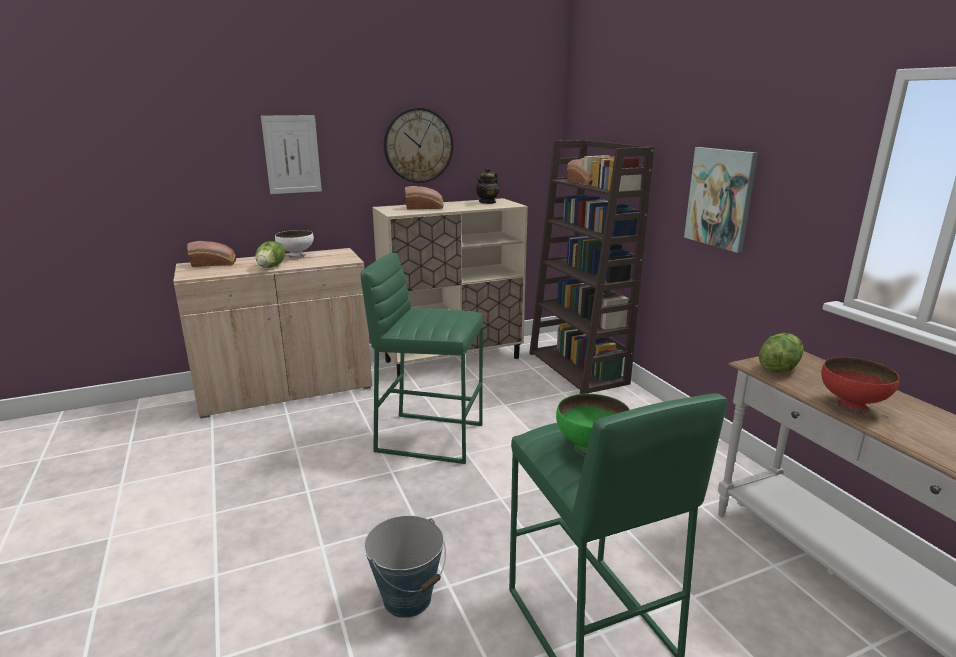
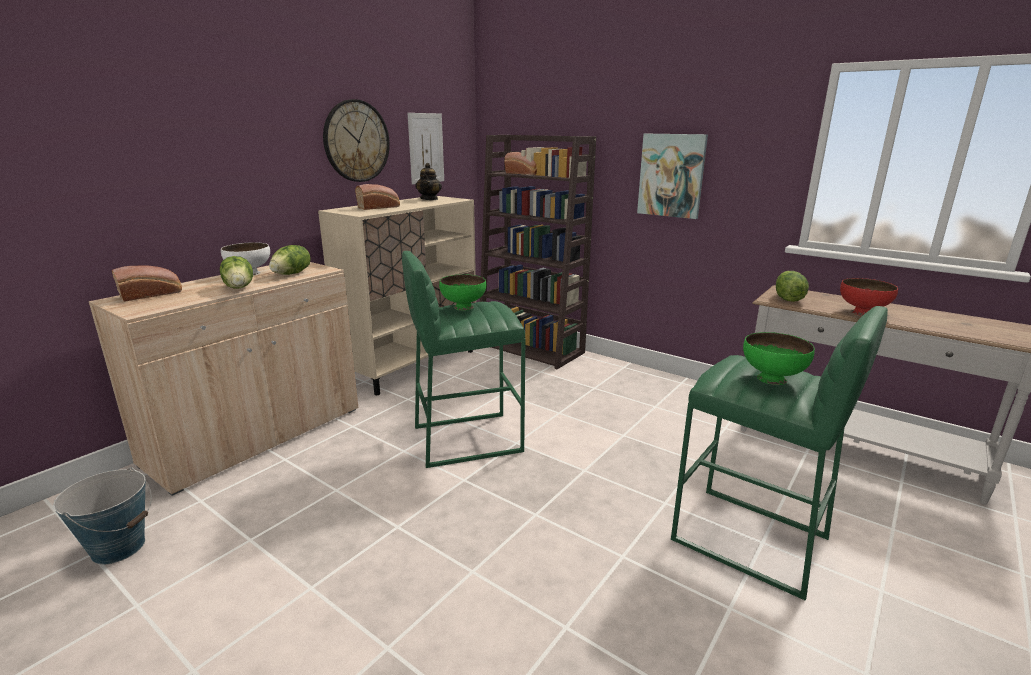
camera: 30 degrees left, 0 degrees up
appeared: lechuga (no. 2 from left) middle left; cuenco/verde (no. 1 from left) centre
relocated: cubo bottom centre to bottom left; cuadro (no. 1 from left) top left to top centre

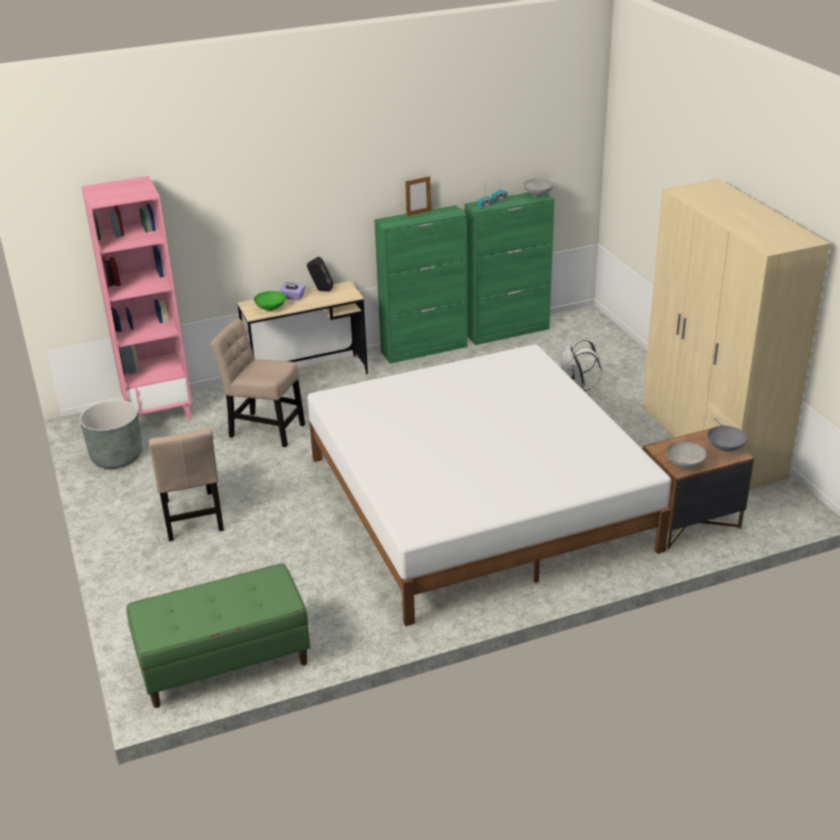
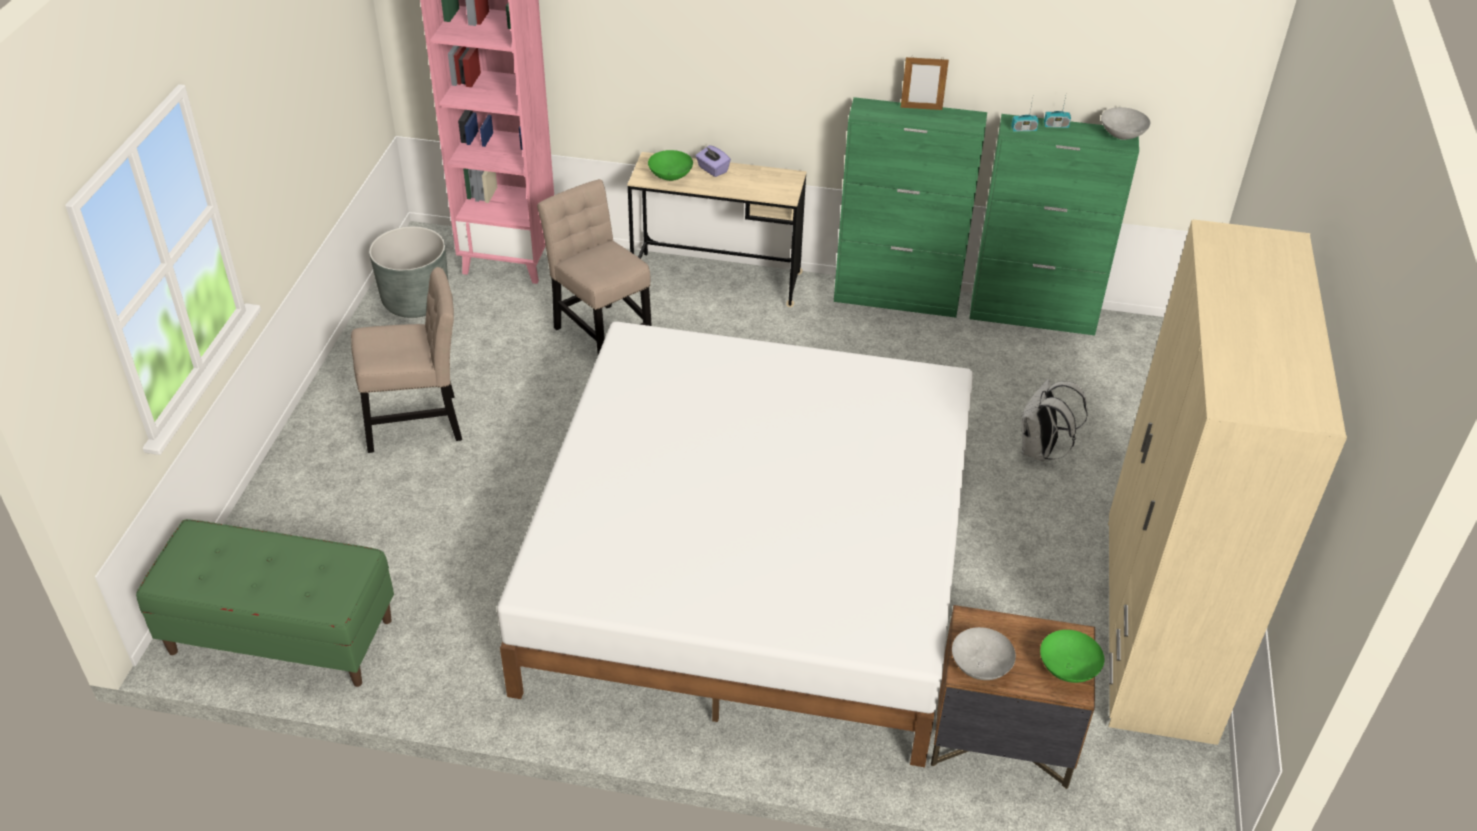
camera: 30 degrees right, 10 degrees up
missing: altavoz/negro top centre
colour: cuenco/gris (no. 3 from left) middle right to cuenco/verde (no. 2 from left) bottom right
spun: silla/beis (no. 1 from left) middle left = middle left 120 degrees counterclockwise

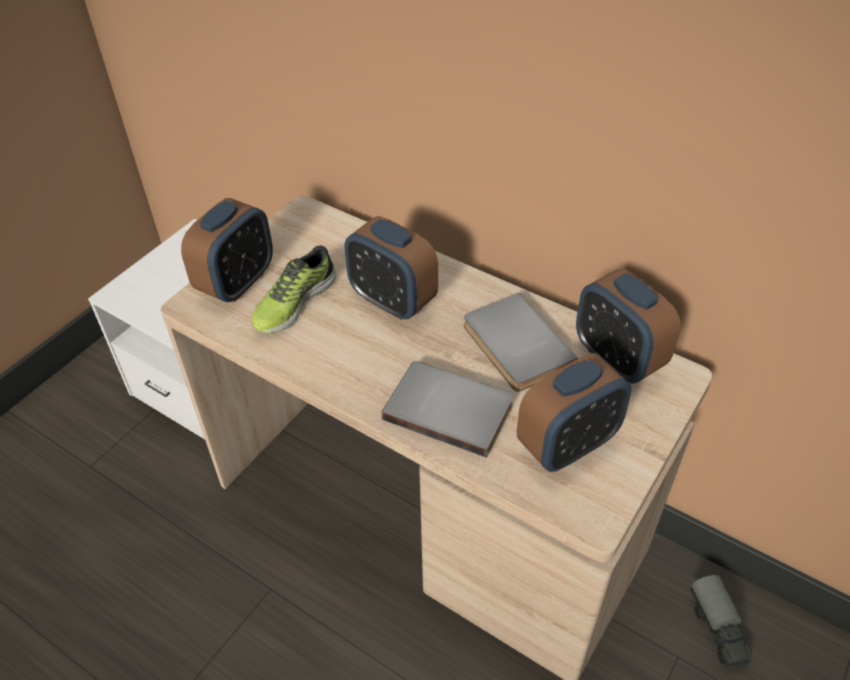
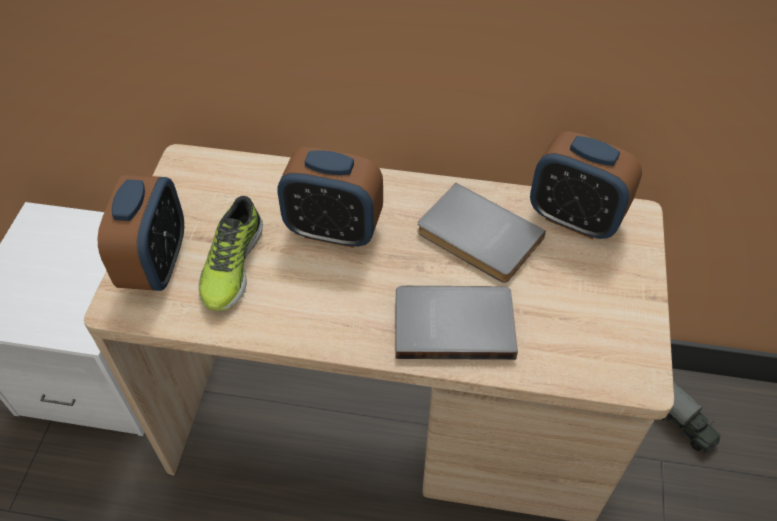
camera: 25 degrees left, 5 degrees up
missing: despertador (no. 3 from left) middle right

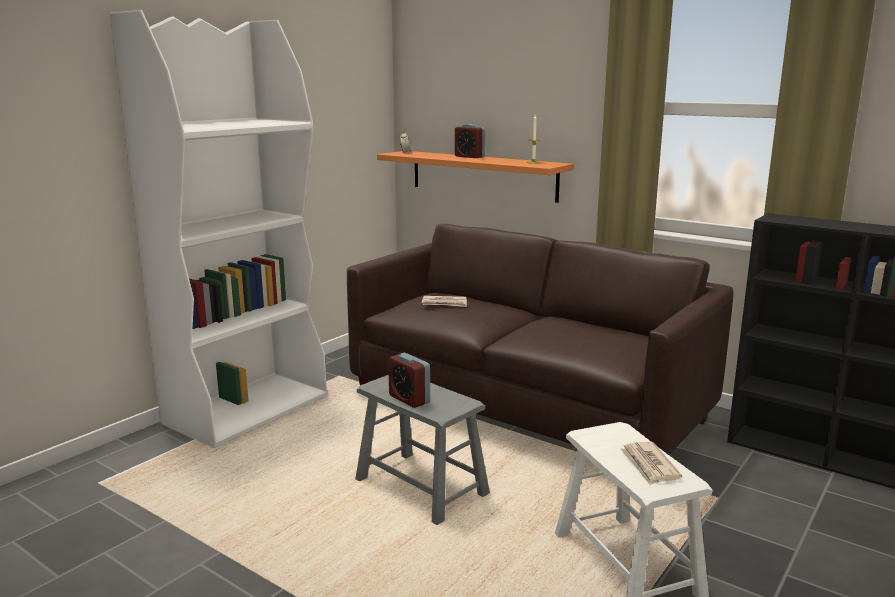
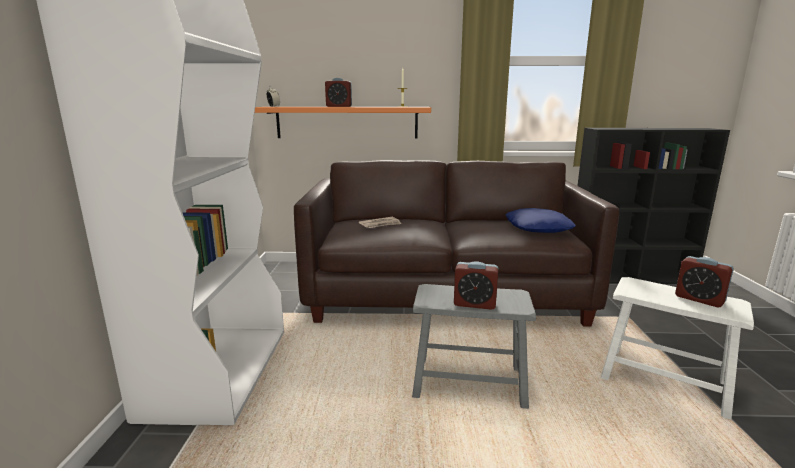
camera: 35 degrees left, 0 degrees up
appeared: cojín/azul middle right
exchanged: periódico (no. 2 from left) bottom right to despertador (no. 4 from left) middle right

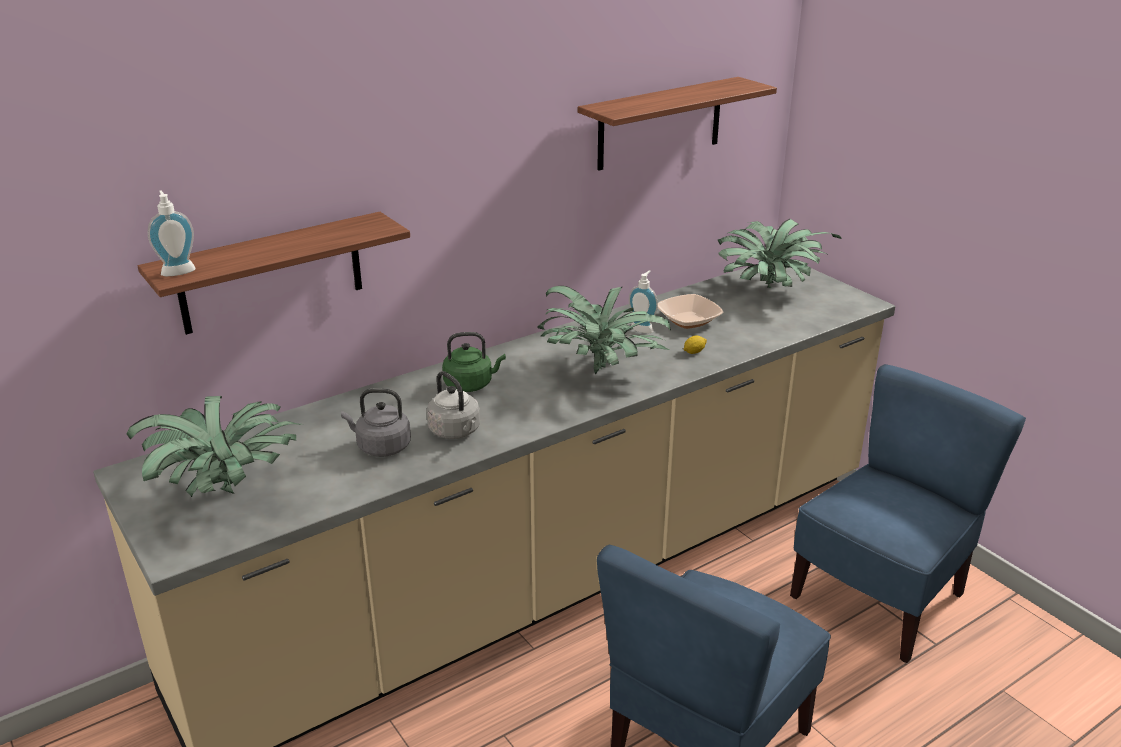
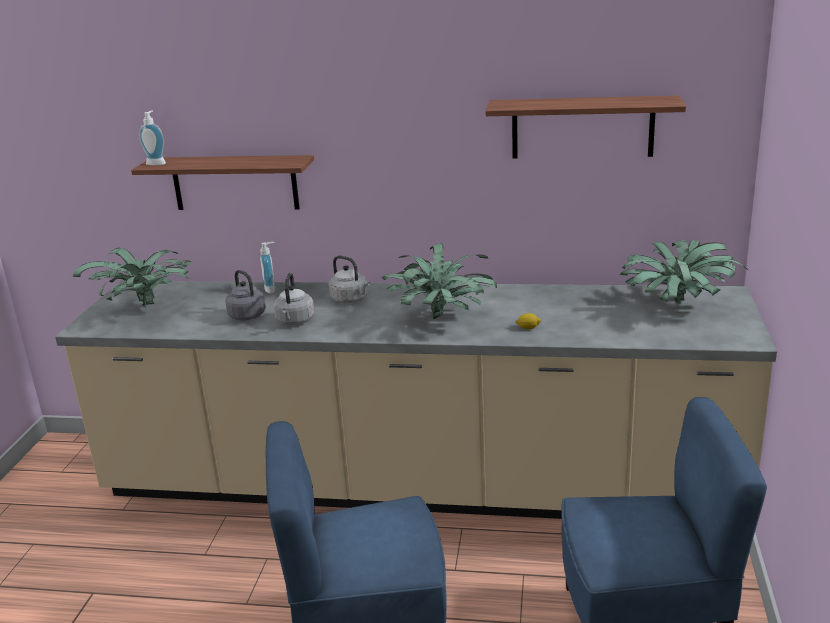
camera: 45 degrees right, 5 degrees down
missing: cuenco centre
relocated: dispensador de jabón (no. 2 from left) centre to middle left
colour: hervidor/verde centre to hervidor/gris (no. 3 from left) centre

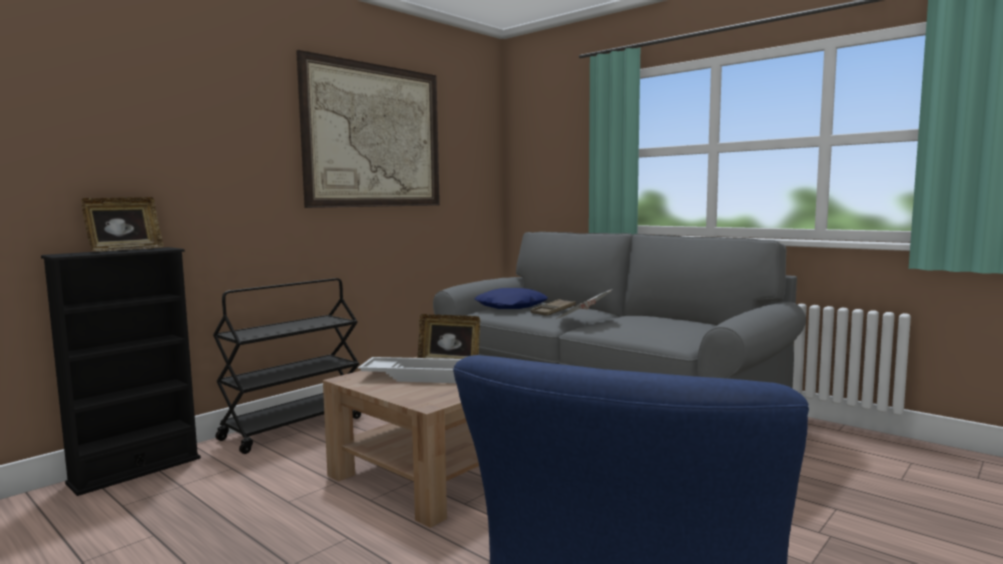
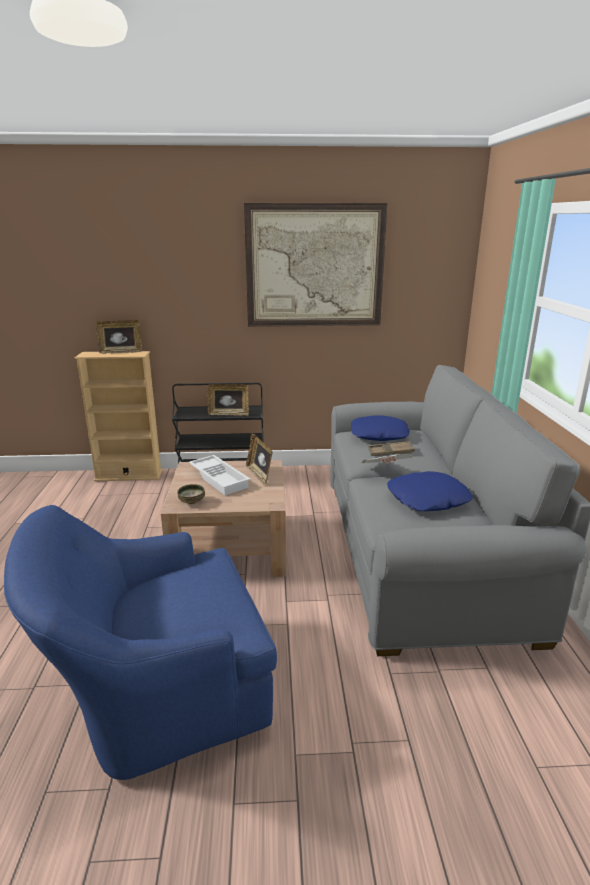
camera: 45 degrees right, 15 degrees up
appeared: cuenco middle left; portarretratos (no. 2 from left) centre; cojín/azul (no. 2 from left) middle right
colour: estantería/negro middle left to estantería/beis middle left

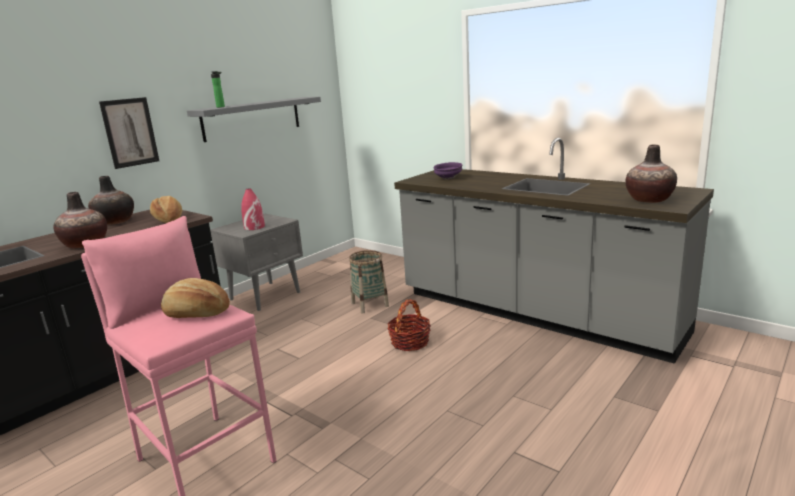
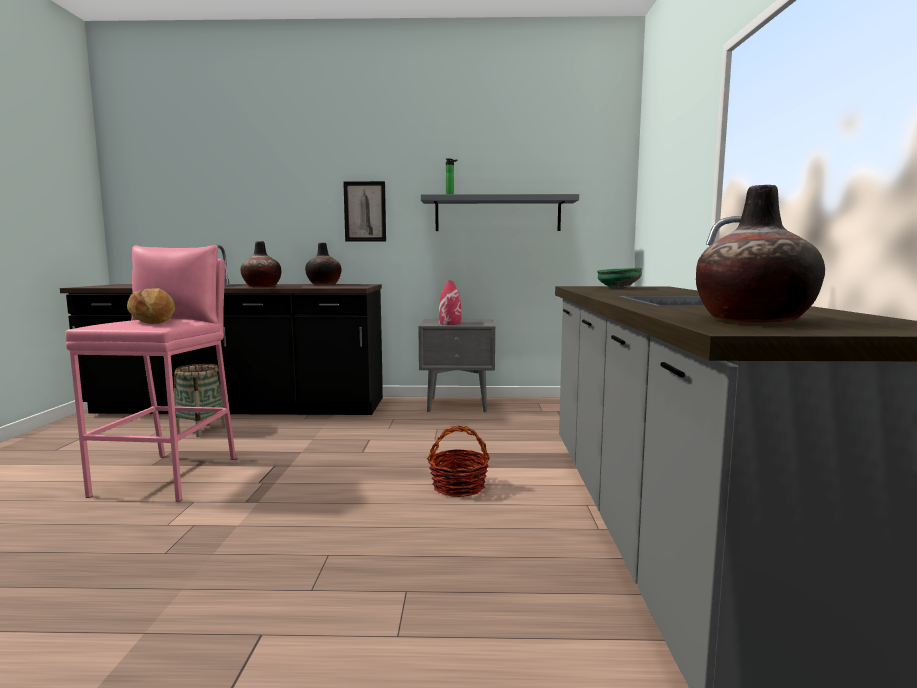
camera: 50 degrees right, 10 degrees down
missing: pan (no. 1 from left) middle left
relocated: cesta (no. 1 from left) centre to middle left
colour: cuenco/morado centre to cuenco/verde middle right

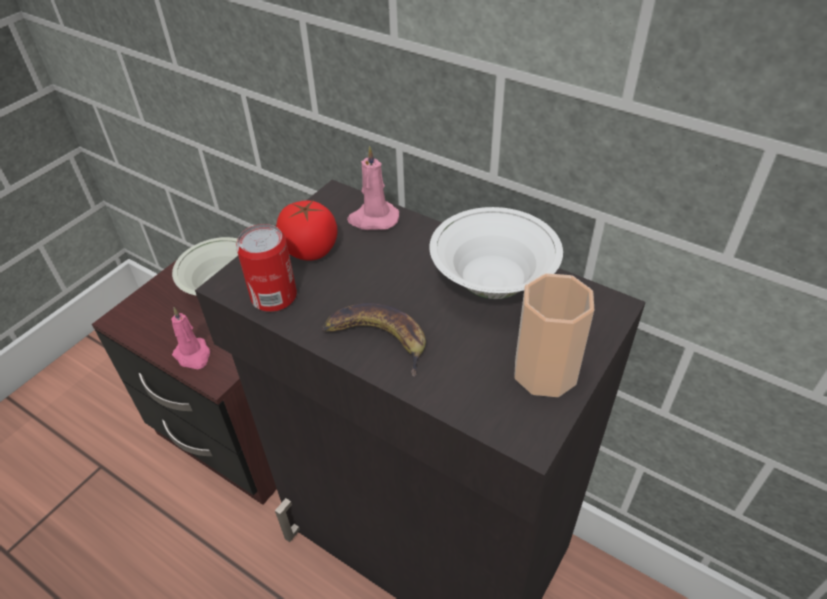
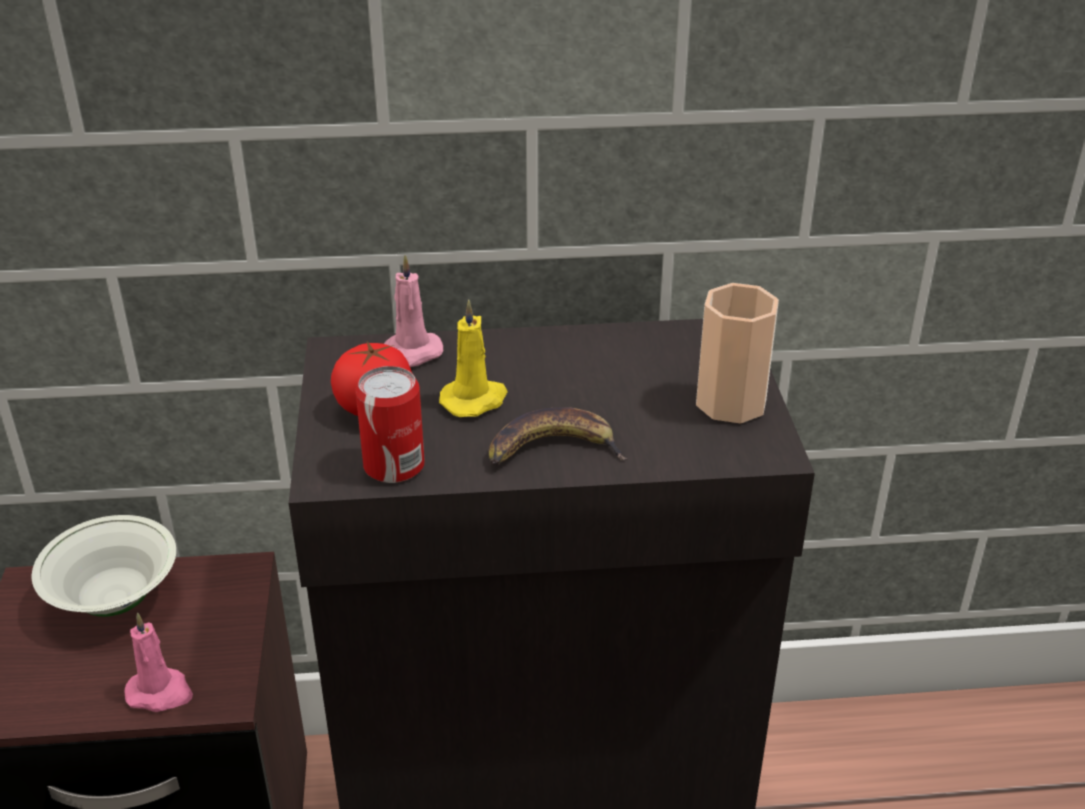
camera: 40 degrees left, 10 degrees down
missing: cuenco/blanco (no. 2 from left) centre
appeared: vela/amarillo centre

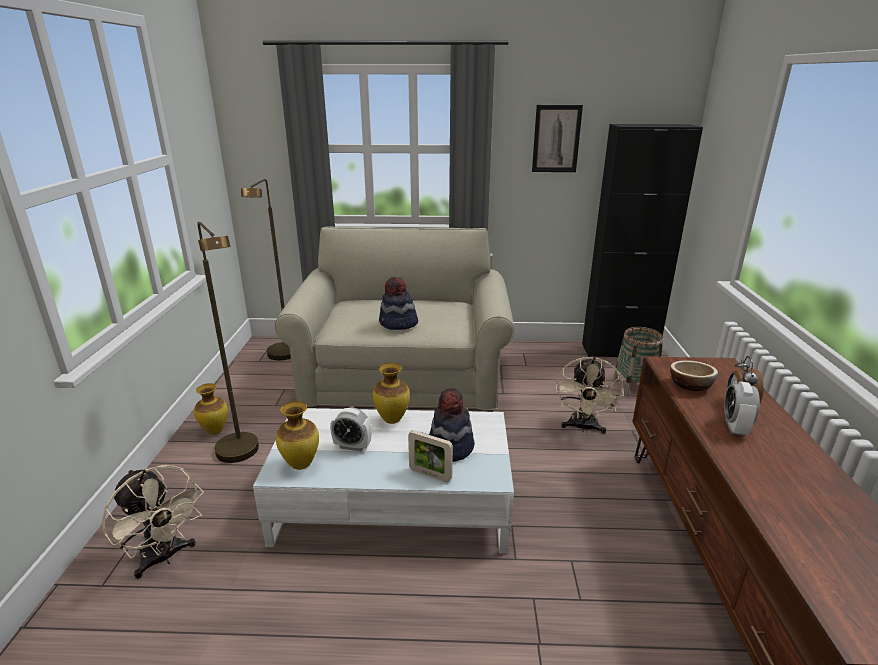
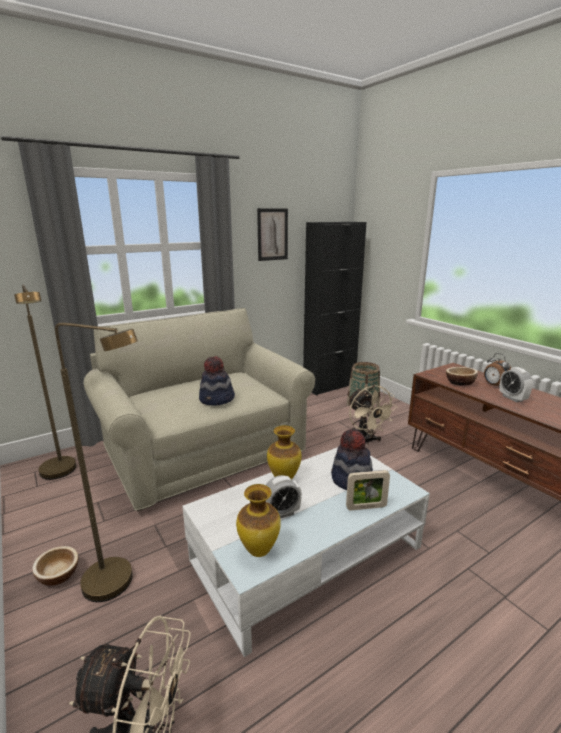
camera: 35 degrees left, 5 degrees down
exchanged: florero (no. 1 from left) middle left to cuenco (no. 1 from left) bottom left

